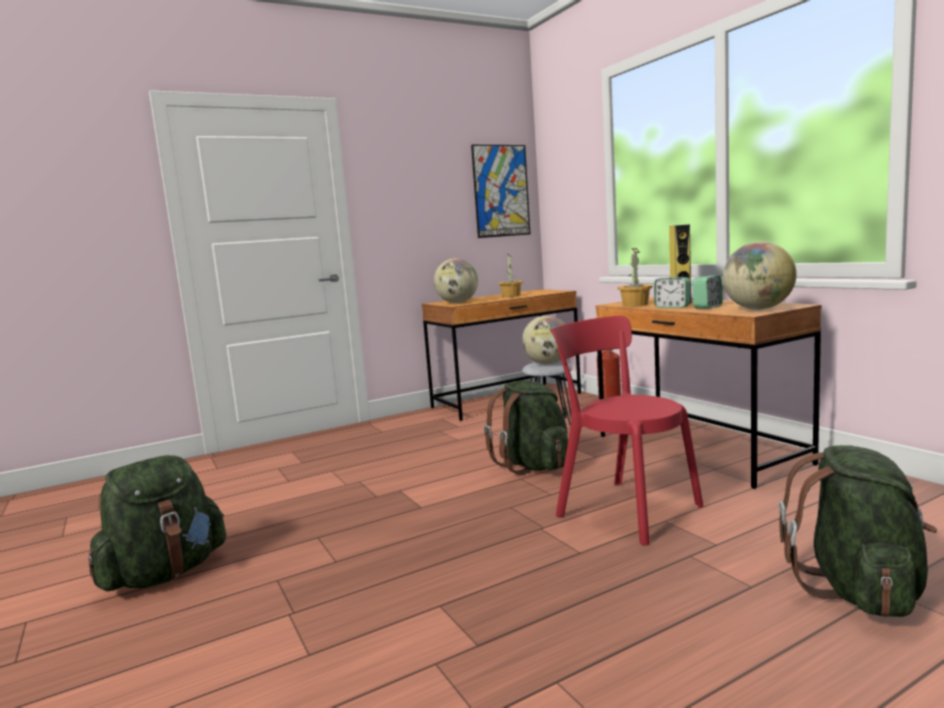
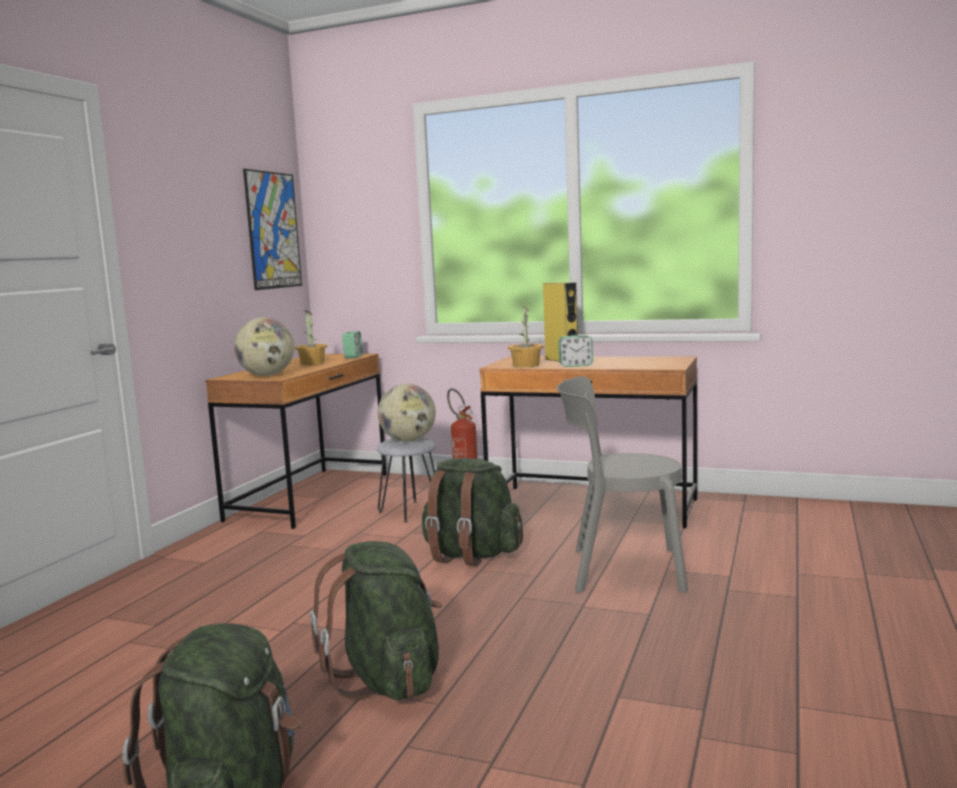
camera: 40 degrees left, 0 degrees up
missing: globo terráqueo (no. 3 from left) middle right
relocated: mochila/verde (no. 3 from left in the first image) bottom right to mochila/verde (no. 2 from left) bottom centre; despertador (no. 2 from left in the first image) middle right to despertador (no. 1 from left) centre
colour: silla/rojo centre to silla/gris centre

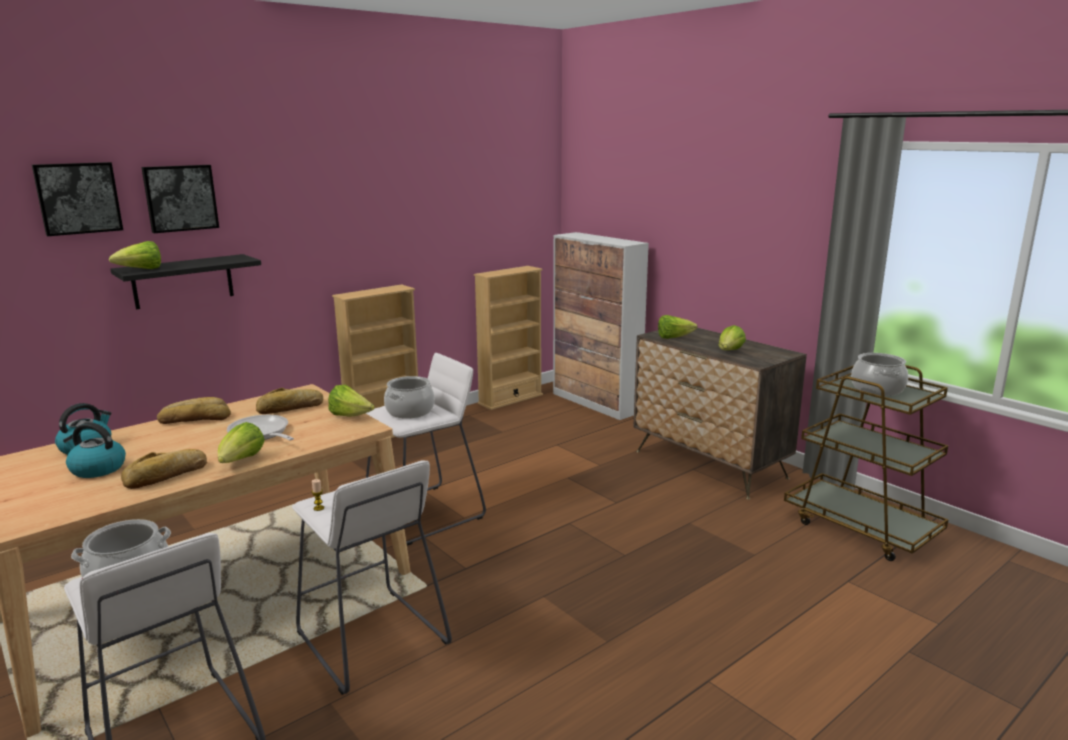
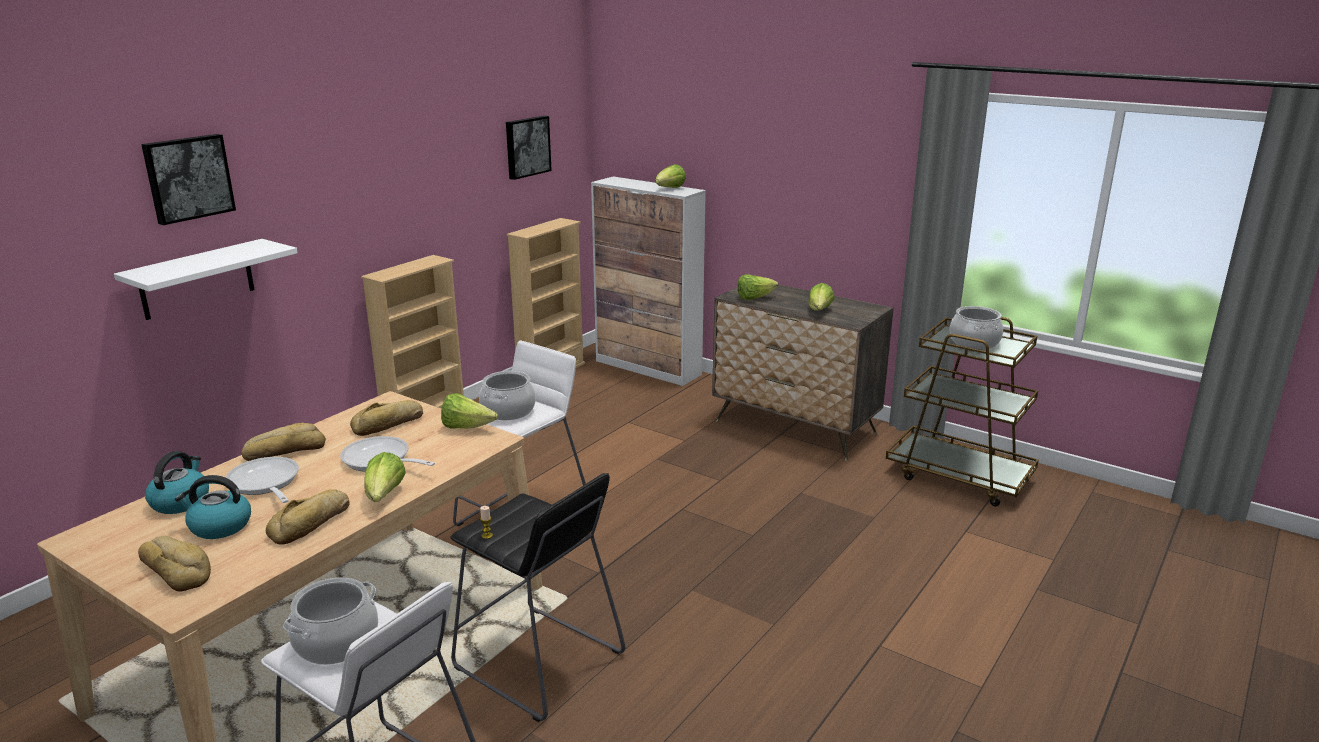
camera: 15 degrees left, 5 degrees up
appeared: pan (no. 1 from left) bottom left; sartén (no. 1 from left) middle left
relocated: cuadro (no. 1 from left in the first image) top left to cuadro (no. 2 from left) top centre; lechuga (no. 1 from left in the first image) middle left to lechuga (no. 3 from left) top centre
colour: estante/negro middle left to estante/blanco middle left; taburete/blanco (no. 2 from left) bottom centre to taburete/negro bottom centre

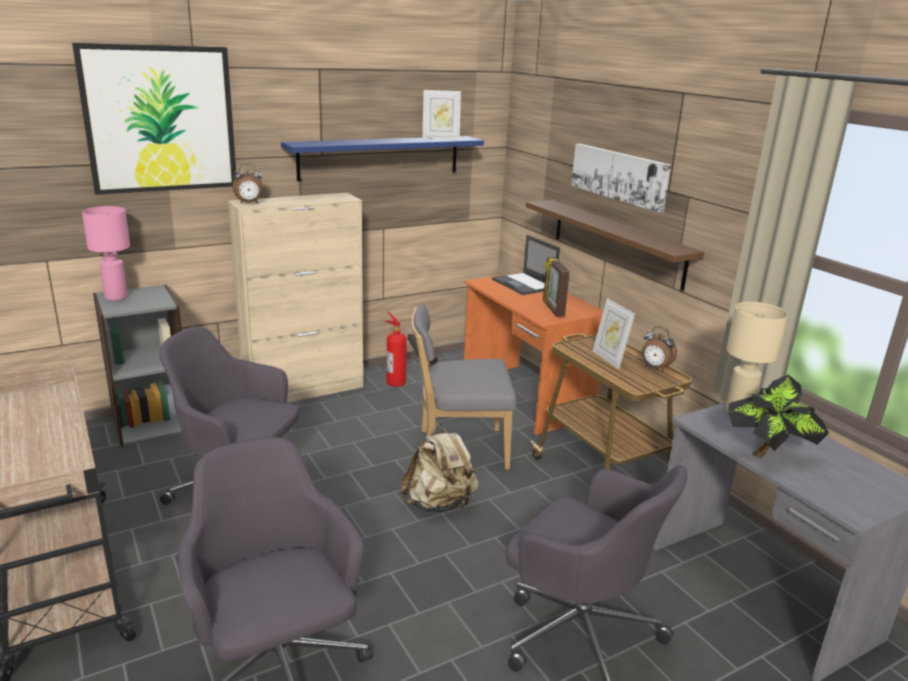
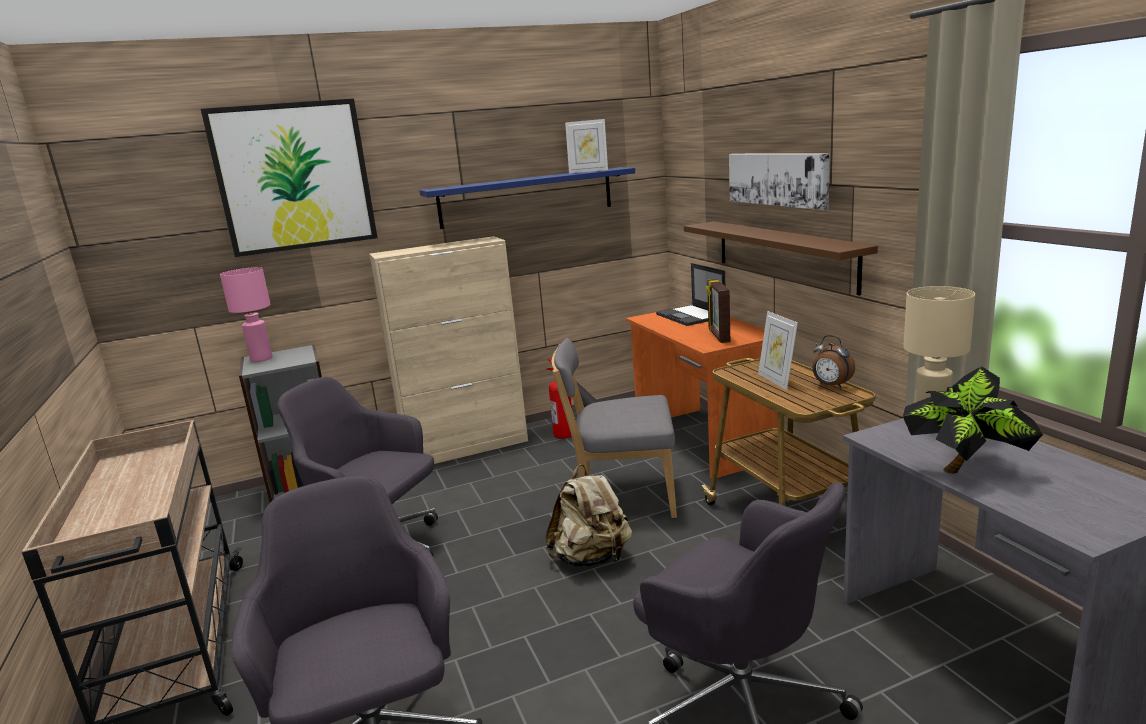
camera: 10 degrees right, 5 degrees down
missing: despertador (no. 1 from left) top left

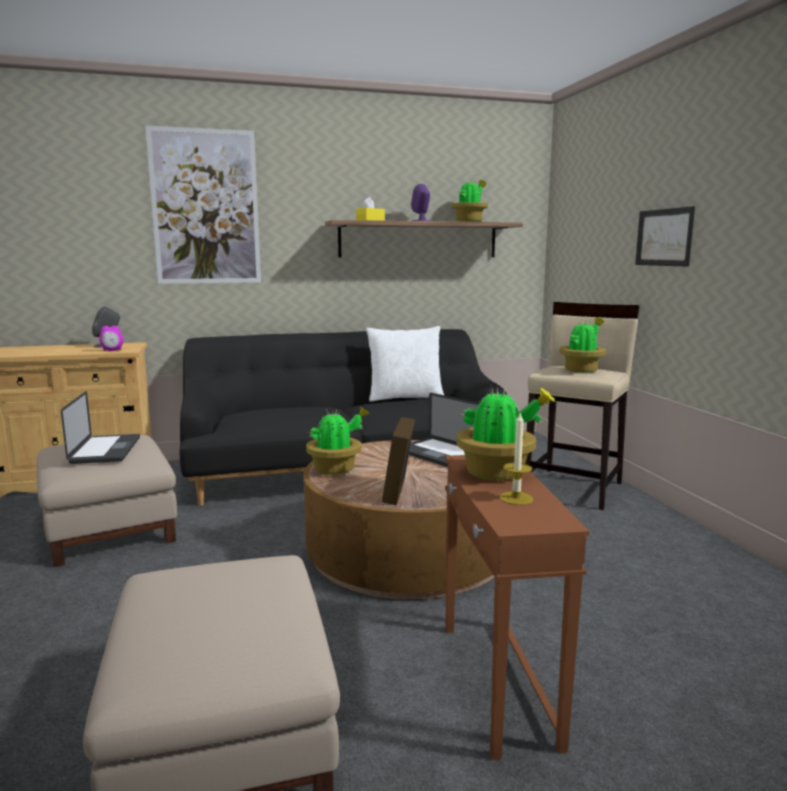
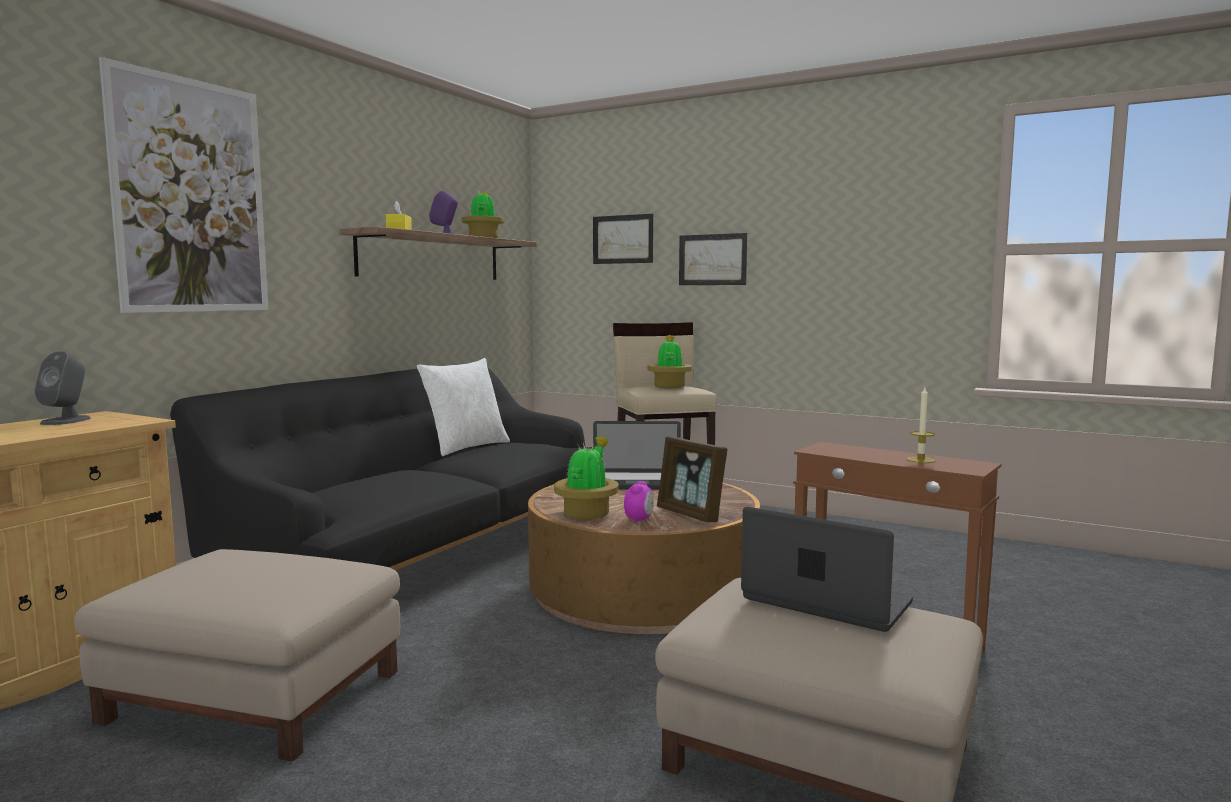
camera: 45 degrees left, 5 degrees down
missing: planta en maceta (no. 3 from left) centre
appeared: cuadro (no. 2 from left) top centre
relocated: despertador middle left to centre; portátil (no. 1 from left in the first image) middle left to portátil (no. 2 from left) bottom right

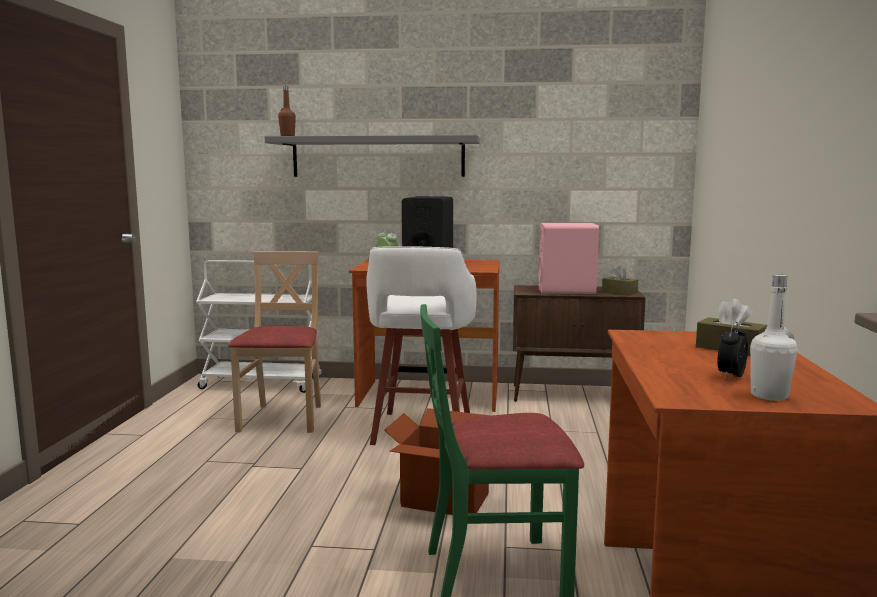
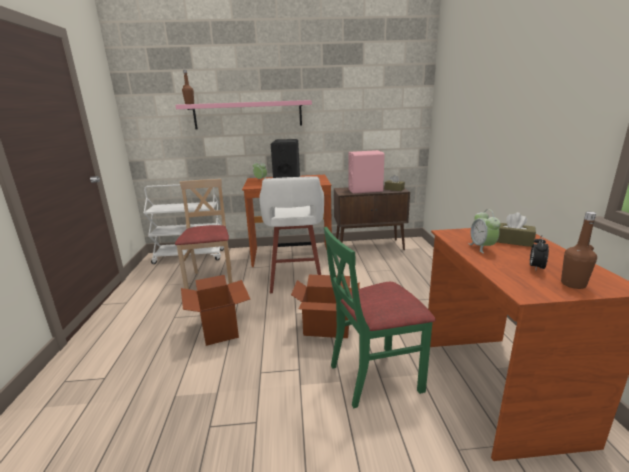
camera: 10 degrees left, 10 degrees up
appeared: caja de cartón (no. 1 from left) centre; despertador (no. 2 from left) middle right
colour: estante/gris top centre to estante/rosa top centre; botella/blanco middle right to botella/marrón (no. 2 from left) middle right

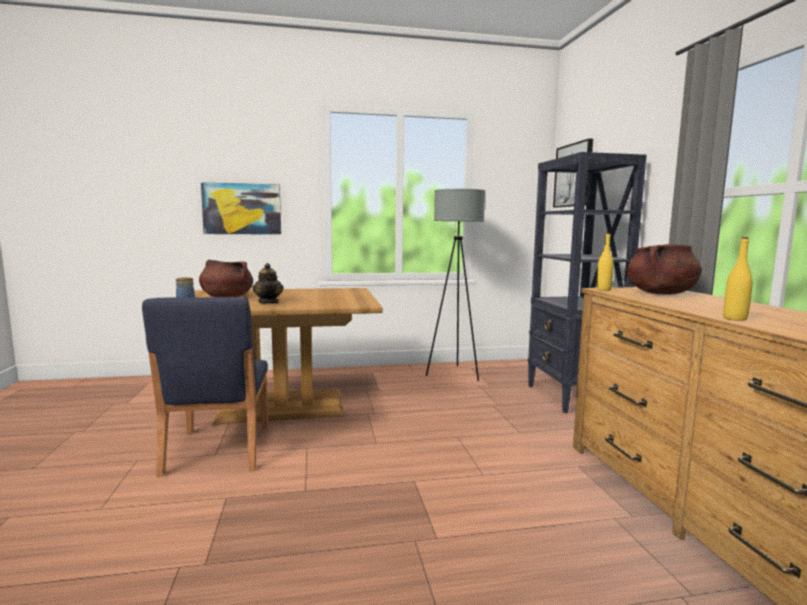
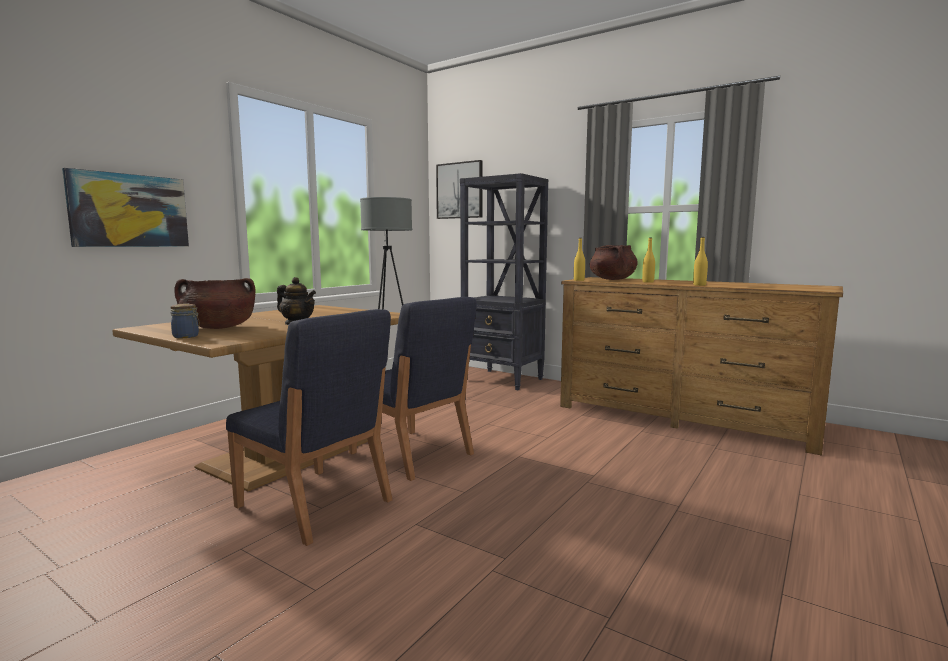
camera: 45 degrees left, 0 degrees up
appeared: silla/azul (no. 2 from left) centre; botella/amarillo (no. 2 from left) middle right

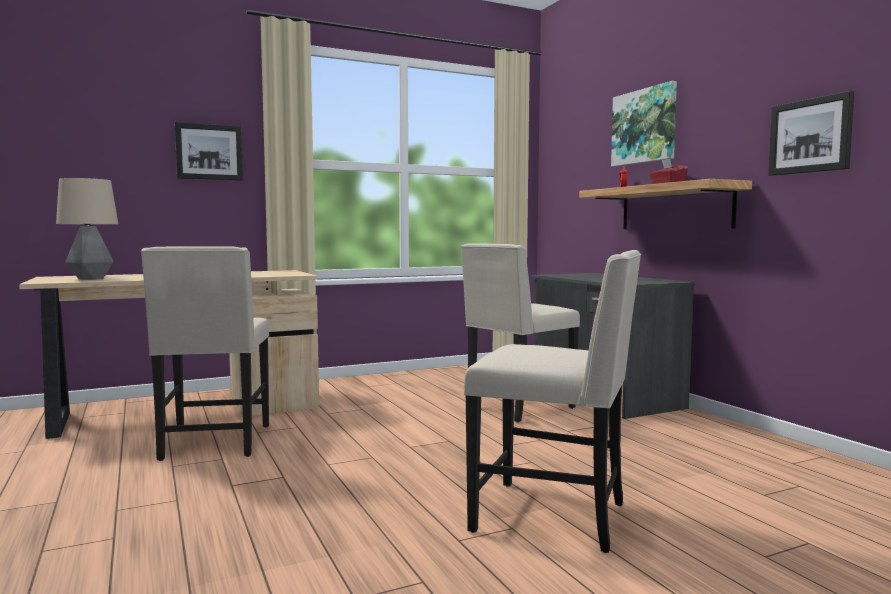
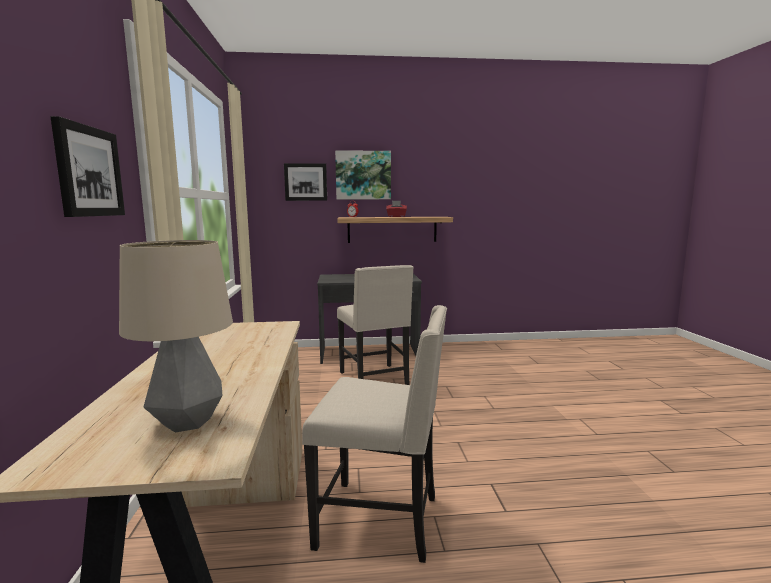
camera: 70 degrees left, 5 degrees up
missing: silla/beis (no. 3 from left) bottom centre
relocated: cuadro (no. 3 from left in the first image) top right to cuadro (no. 2 from left) top centre

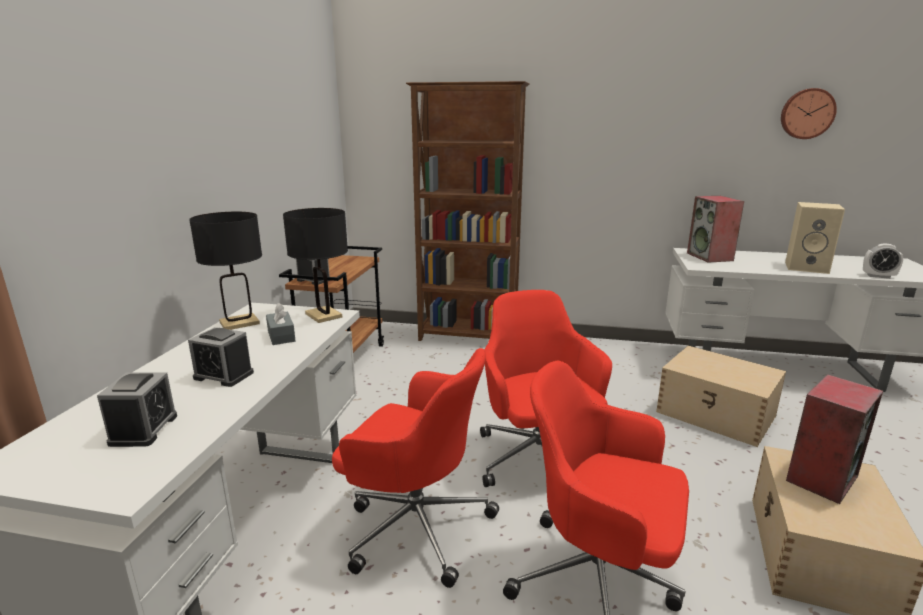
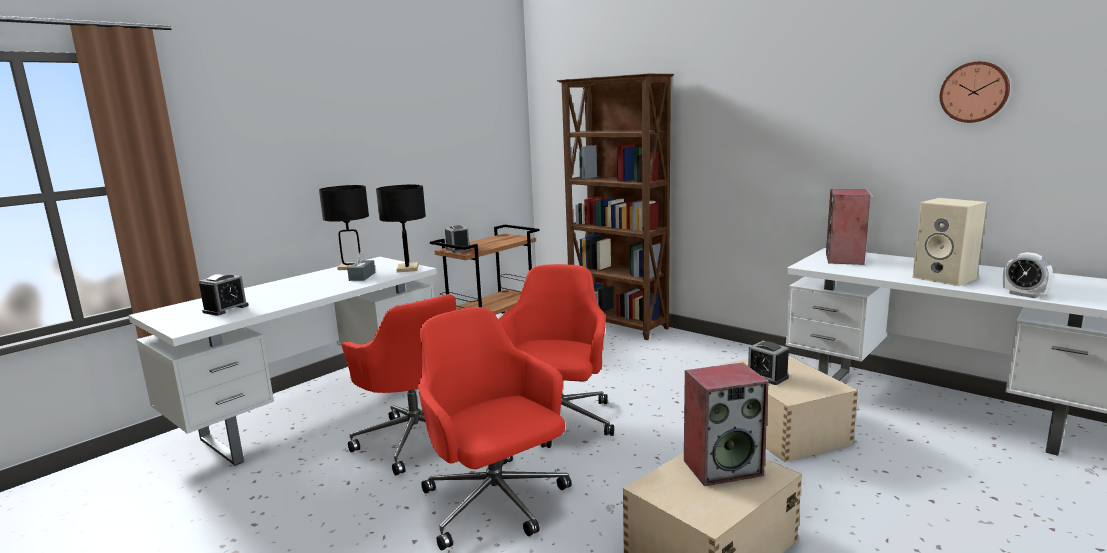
camera: 30 degrees right, 5 degrees down
relocated: despertador (no. 2 from left in the first image) middle left to despertador (no. 3 from left) middle right

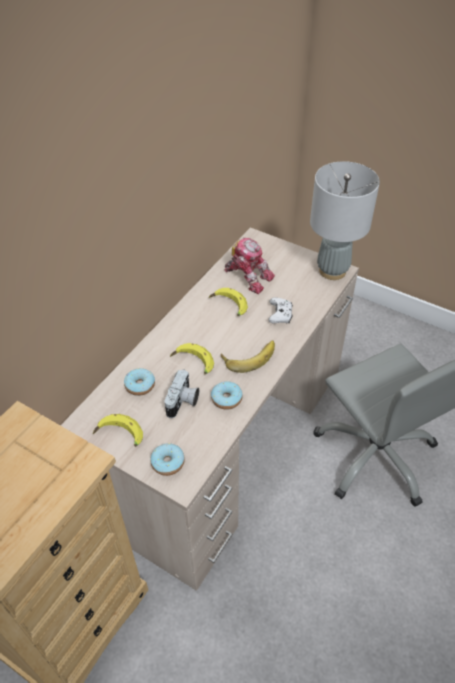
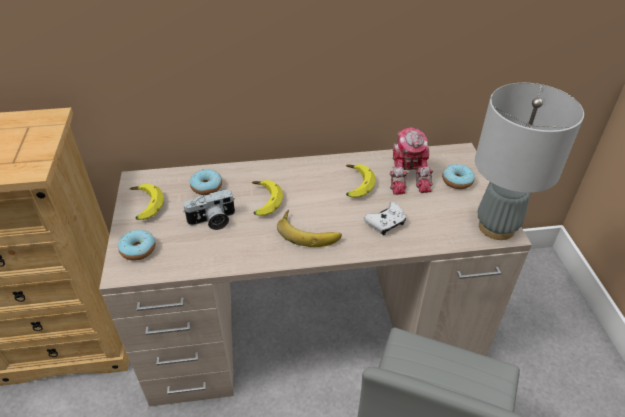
camera: 50 degrees right, 5 degrees down
relocated: rosquilla (no. 3 from left) centre to middle right

